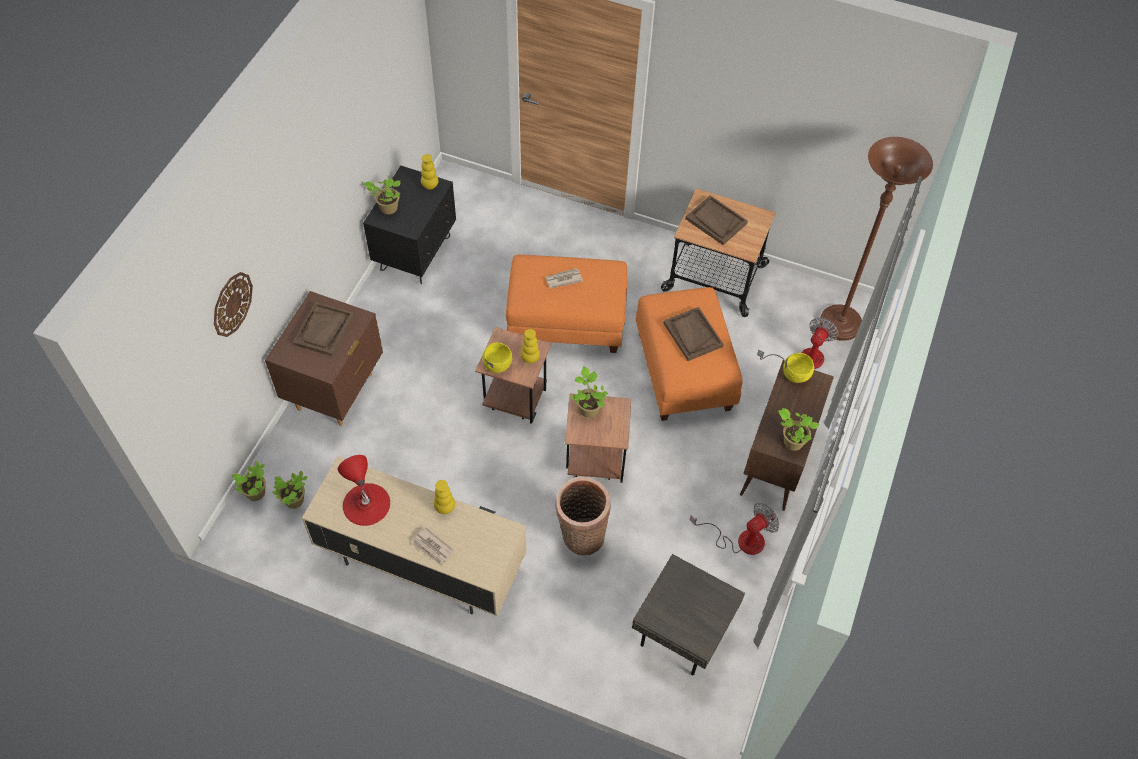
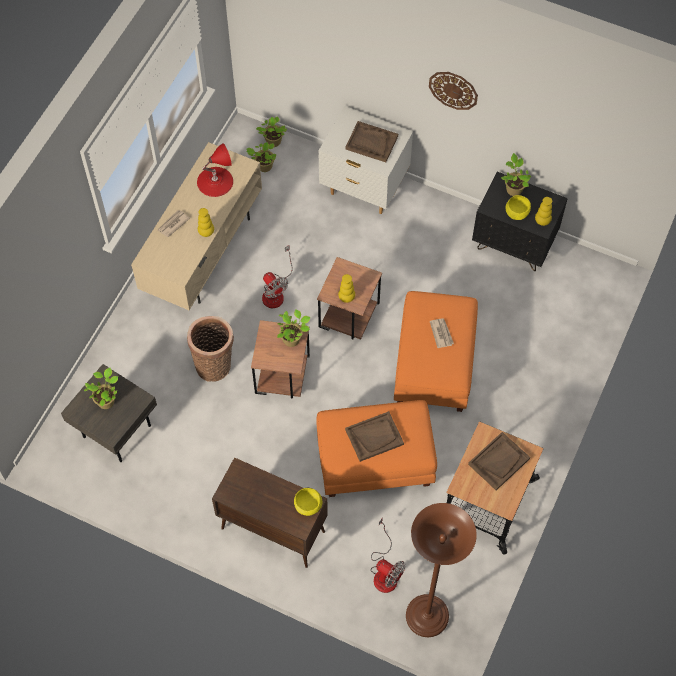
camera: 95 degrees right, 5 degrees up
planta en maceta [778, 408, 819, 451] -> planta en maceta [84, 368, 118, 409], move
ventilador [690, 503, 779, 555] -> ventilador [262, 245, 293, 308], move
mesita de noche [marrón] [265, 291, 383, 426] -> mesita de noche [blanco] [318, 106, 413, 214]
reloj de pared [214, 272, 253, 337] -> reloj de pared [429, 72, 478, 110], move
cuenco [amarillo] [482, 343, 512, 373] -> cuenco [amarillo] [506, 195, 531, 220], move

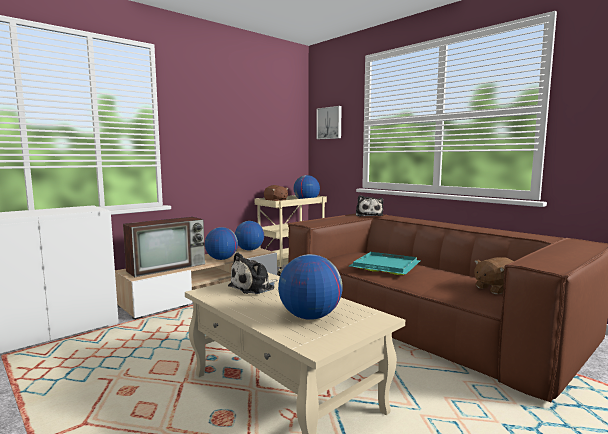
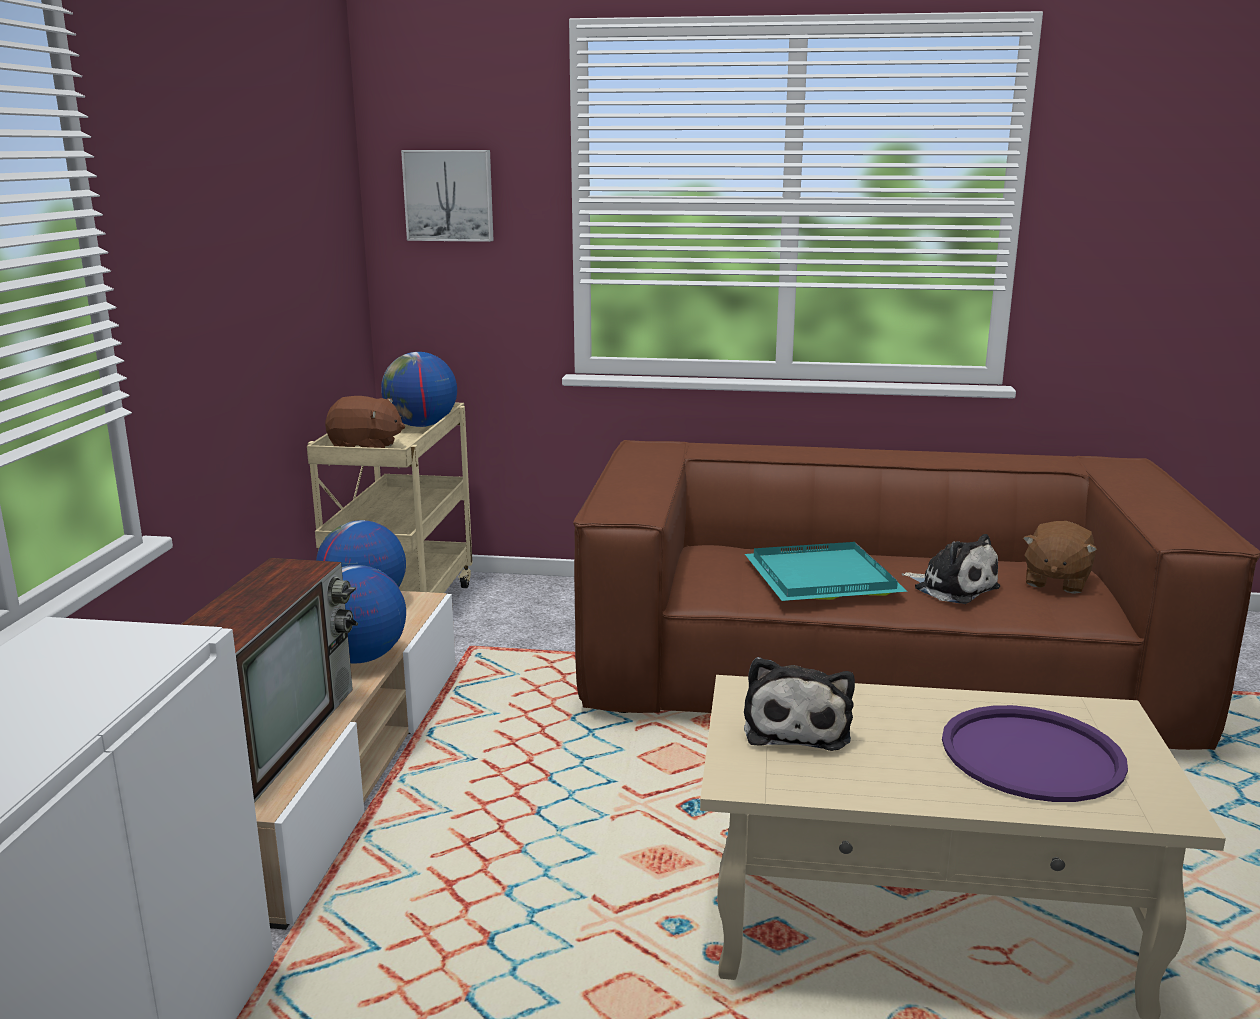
camera: 40 degrees left, 10 degrees up
peluche [356, 195, 383, 216] -> peluche [902, 534, 1000, 604], move
globo terráqueo [278, 254, 343, 320] -> bandeja [morado] [942, 705, 1128, 802]

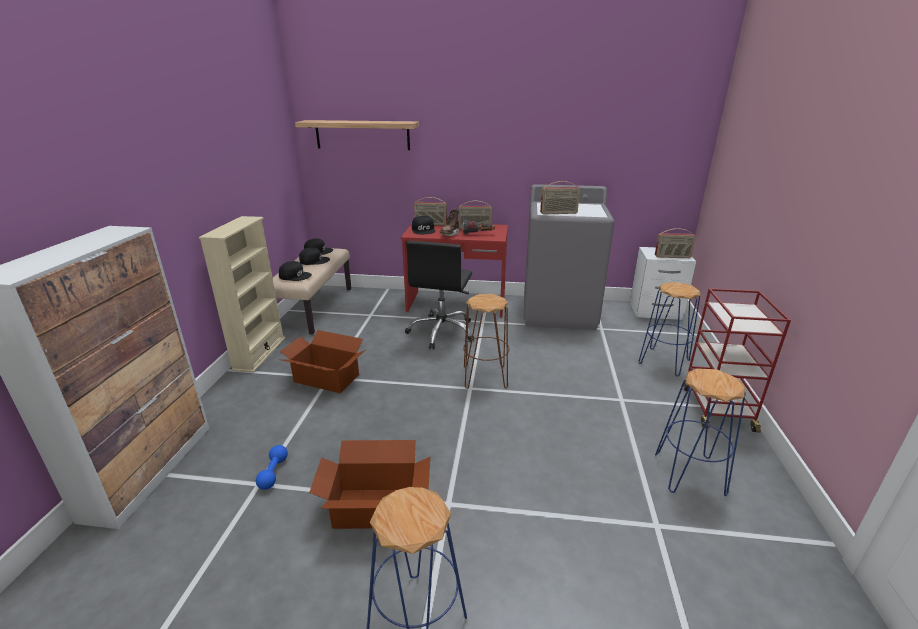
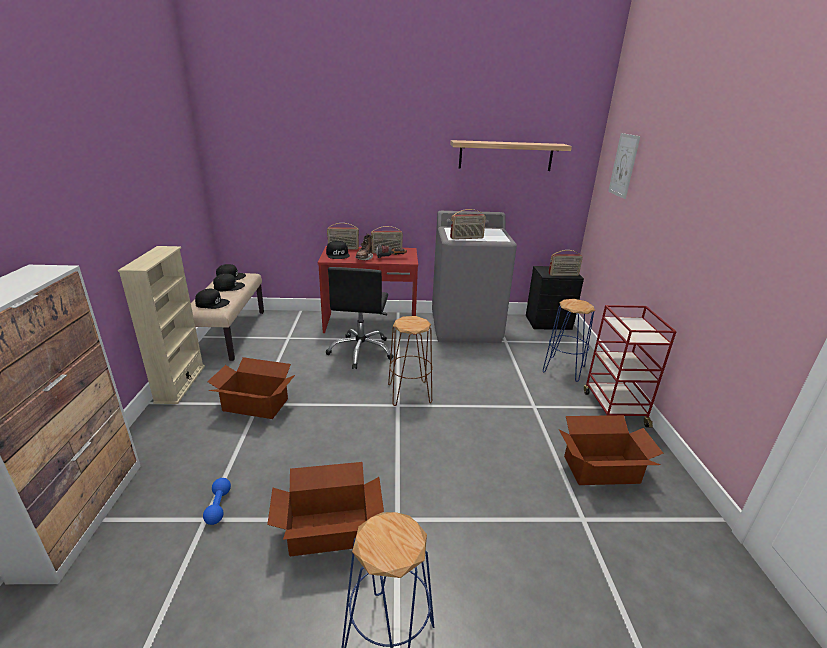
camera: 10 degrees left, 0 degrees up
estante [295, 120, 419, 150] -> estante [450, 140, 572, 171], move
mesita de noche [blanco] [630, 247, 696, 320] -> mesita de noche [negro] [526, 266, 584, 330]
taburete [azul] [655, 368, 746, 496] -> caja de cartón [559, 415, 663, 485]
none -> cuadro [608, 133, 640, 199]

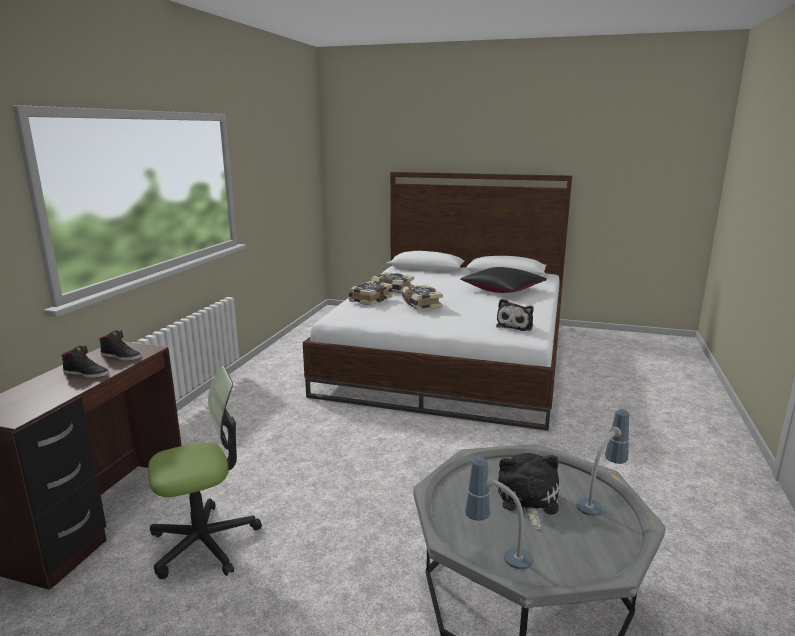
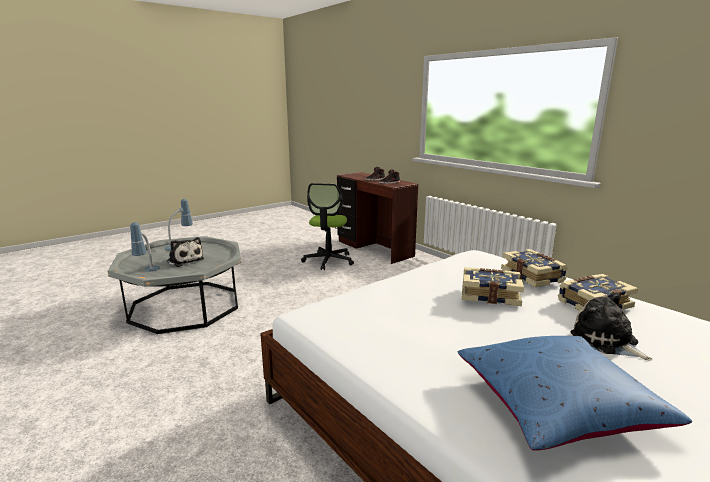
camera: 125 degrees right, 0 degrees up
cojín [negro] [461, 267, 547, 293] -> cojín [azul] [458, 336, 692, 451]
peluche [496, 299, 534, 331] -> peluche [570, 293, 653, 361], move

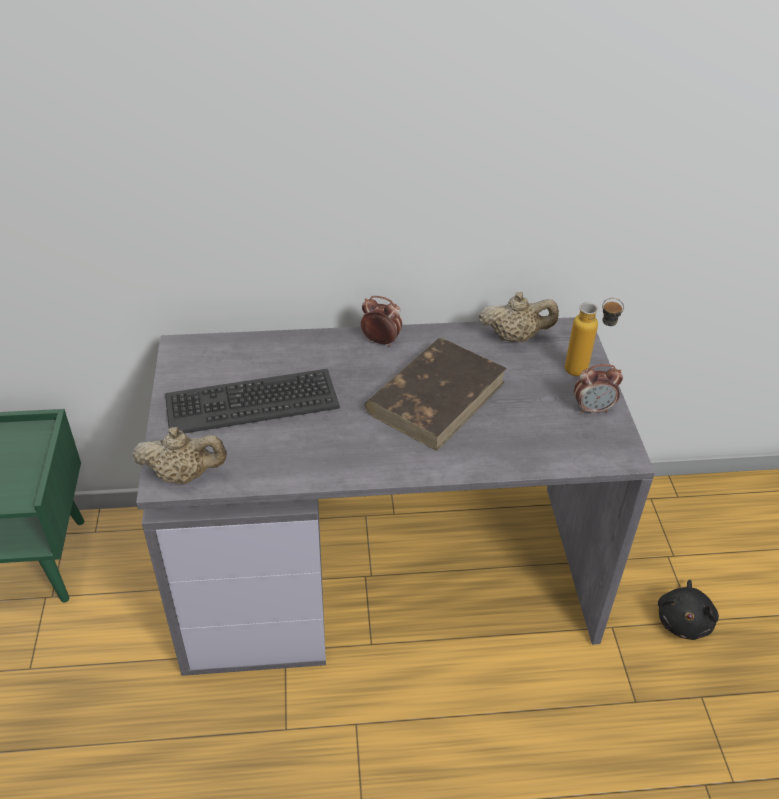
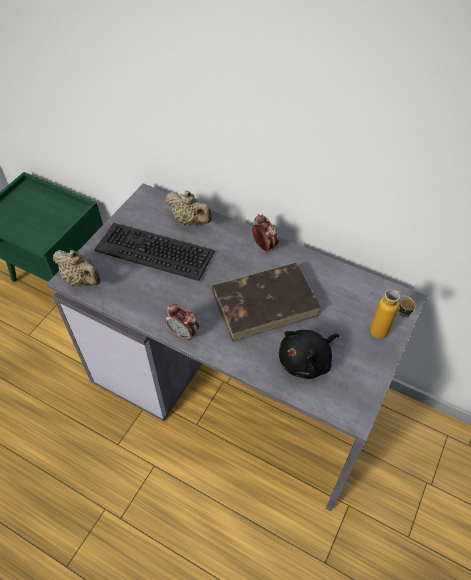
camera: 35 degrees right, 10 degrees up
tetera [beis] [479, 292, 559, 342] -> tetera [beis] [165, 190, 212, 226], move
despertador [574, 364, 623, 414] -> despertador [165, 304, 199, 341], move
peluche [negro] [658, 580, 719, 640] -> peluche [negro] [279, 330, 339, 379], move

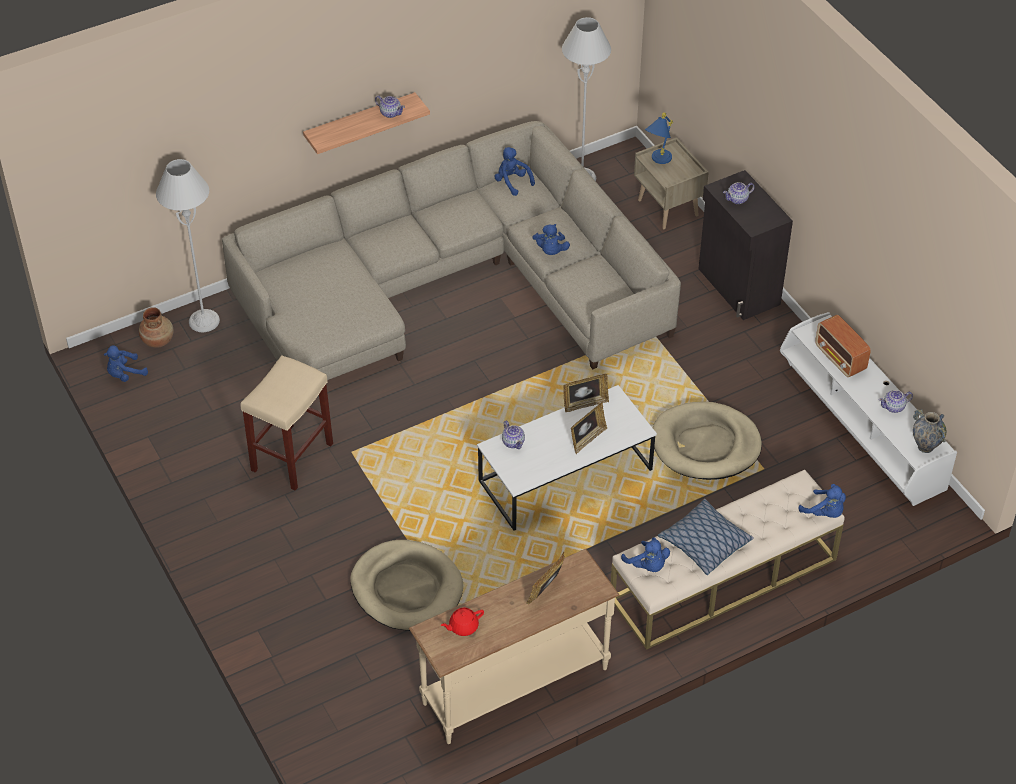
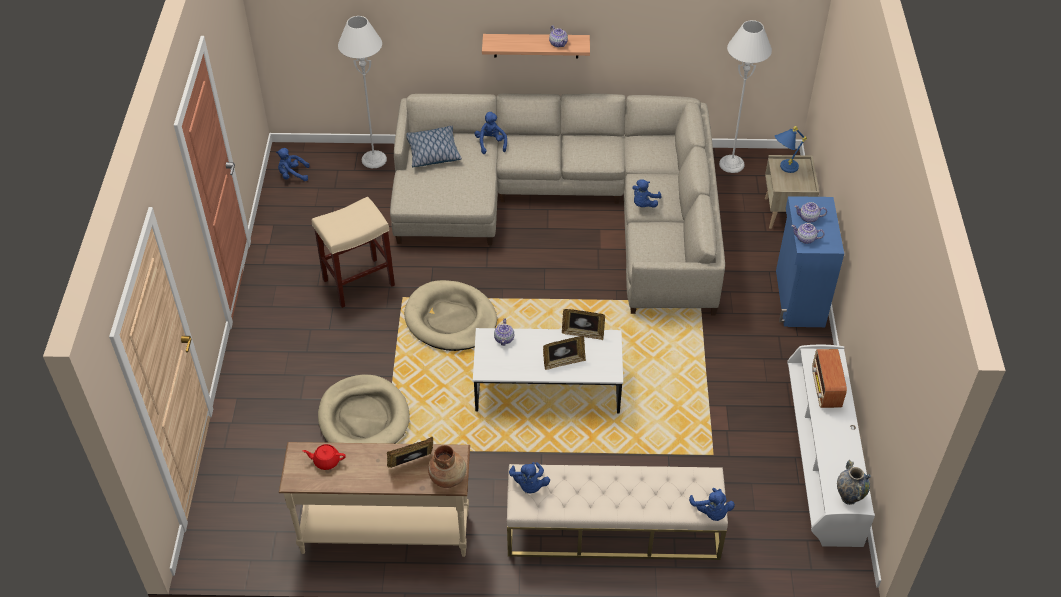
camera: 30 degrees right, 0 degrees up
cama para perro [beis] [653, 402, 762, 480] -> cama para perro [beis] [404, 280, 497, 351], move
cojín [657, 498, 754, 575] -> cojín [406, 126, 462, 167], move
florero [marrón] [139, 307, 174, 348] -> florero [marrón] [428, 445, 466, 488], move
peluche [azul] [494, 147, 535, 196] -> peluche [azul] [474, 112, 507, 154], move
armario [negro] [698, 170, 793, 320] -> armario [azul] [776, 196, 844, 327]
tetera [879, 390, 913, 413] -> tetera [791, 223, 824, 244], move

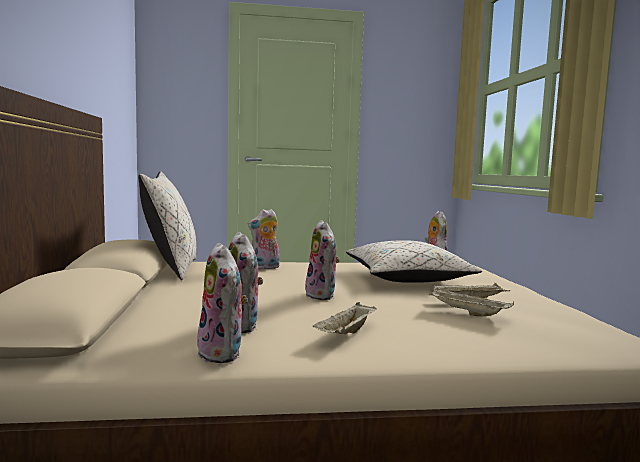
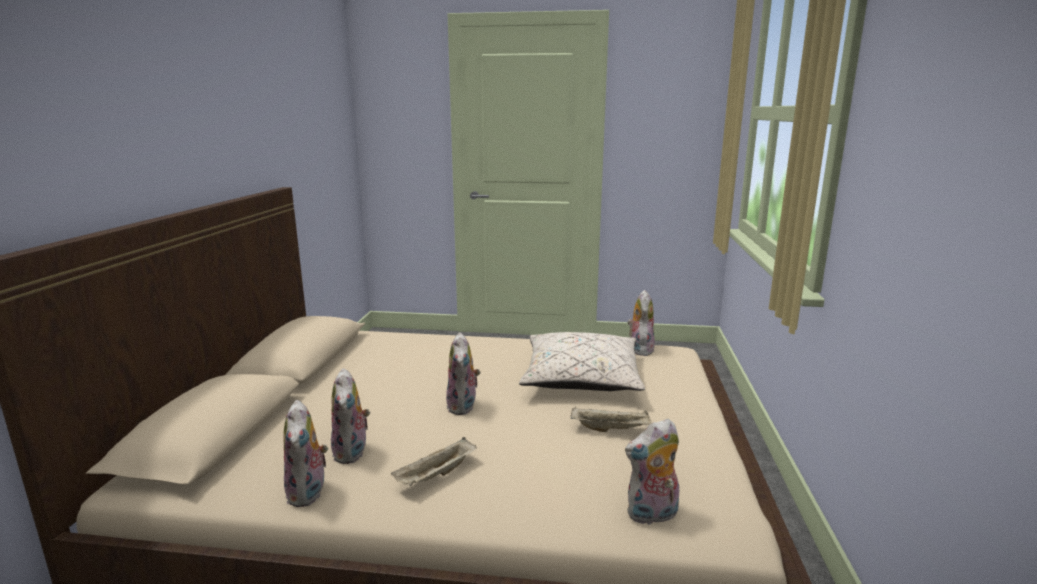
camera: 15 degrees right, 10 degrees up
peluche [248, 209, 280, 270] -> peluche [625, 418, 679, 525], move
cojín [beis] [138, 172, 196, 280] -> none
bandeja [beis] [429, 288, 514, 316] -> none

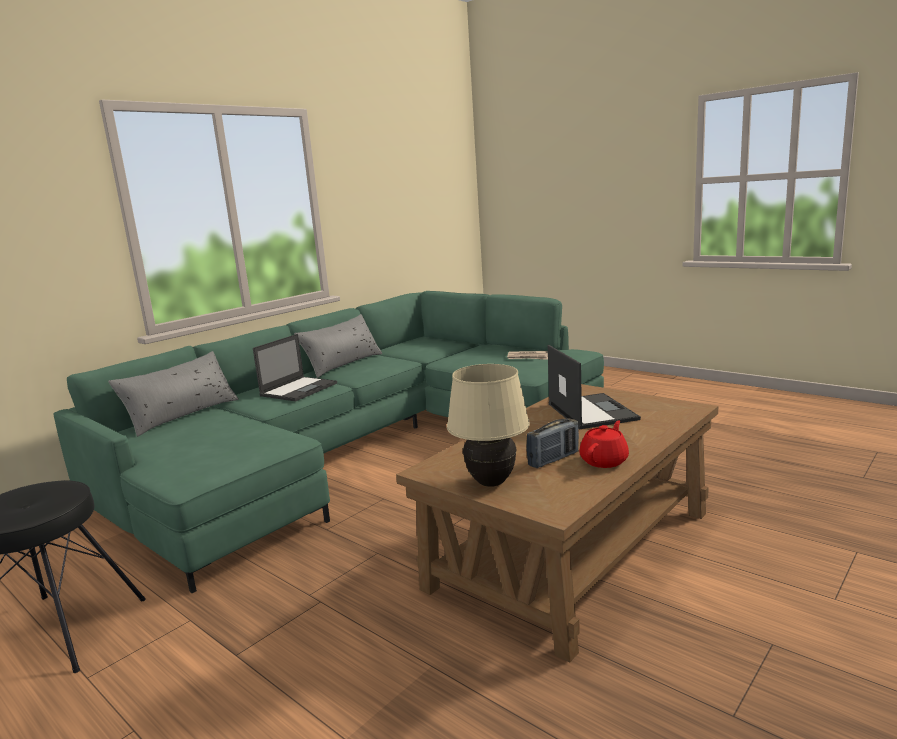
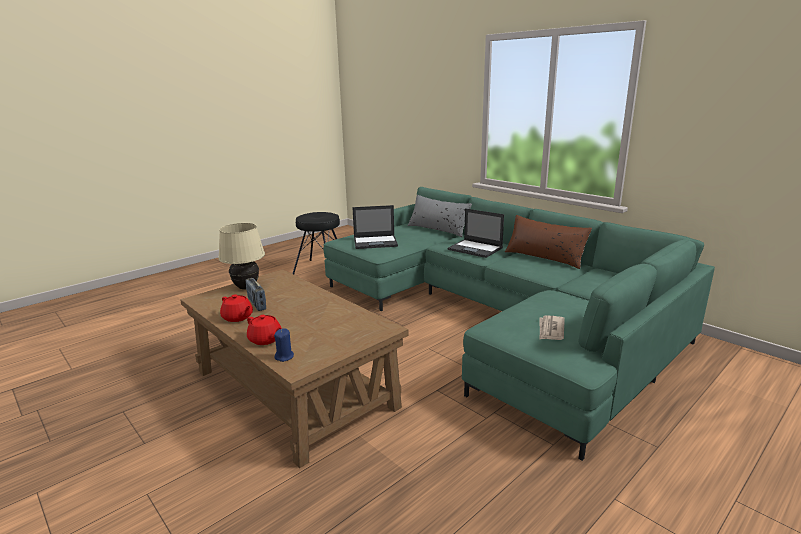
camera: 95 degrees right, 5 degrees up
none -> tetera [rojo] [247, 315, 282, 345]
none -> vela [azul] [274, 328, 294, 362]
portátil [548, 345, 641, 429] -> portátil [352, 205, 398, 249], move
cojín [gris] [294, 314, 382, 378] -> cojín [marrón] [505, 215, 592, 269]

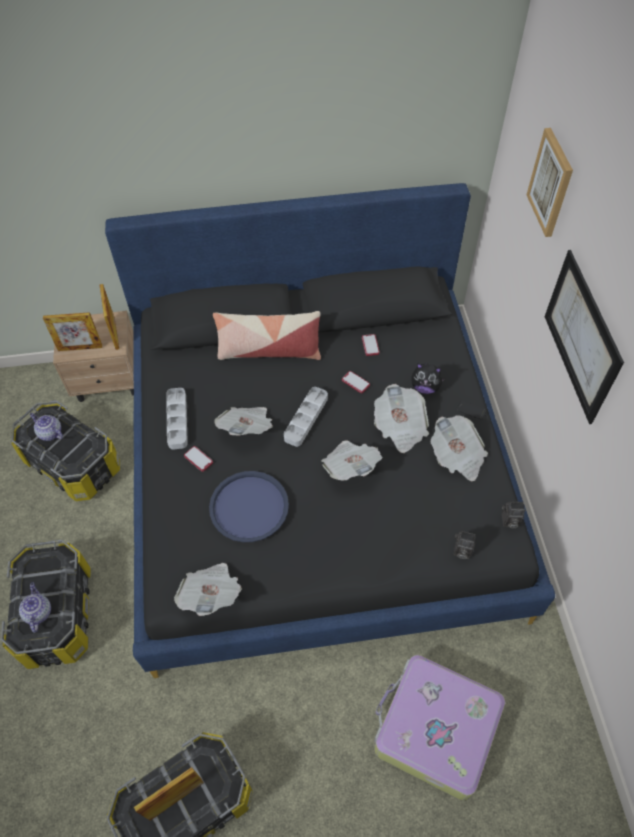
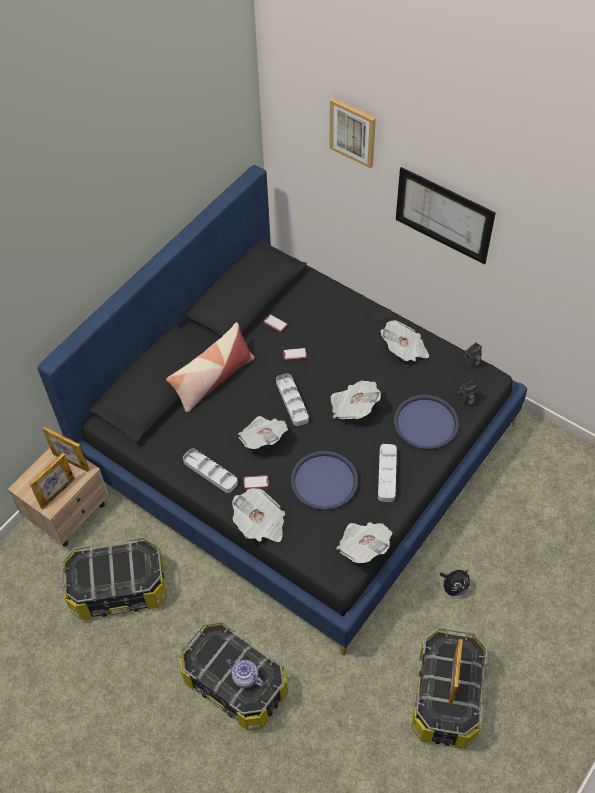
camera: 45 degrees left, 0 degrees up
periódico [374, 384, 429, 453] -> periódico [232, 488, 285, 542], move
none -> bandeja [gris] [378, 444, 397, 502]
none -> bandeja [azul] [394, 395, 459, 450]
peluche [411, 364, 446, 394] -> peluche [440, 570, 470, 596], move
tetera [30, 413, 63, 441] -> none
maleta [374, 655, 505, 800] -> none

